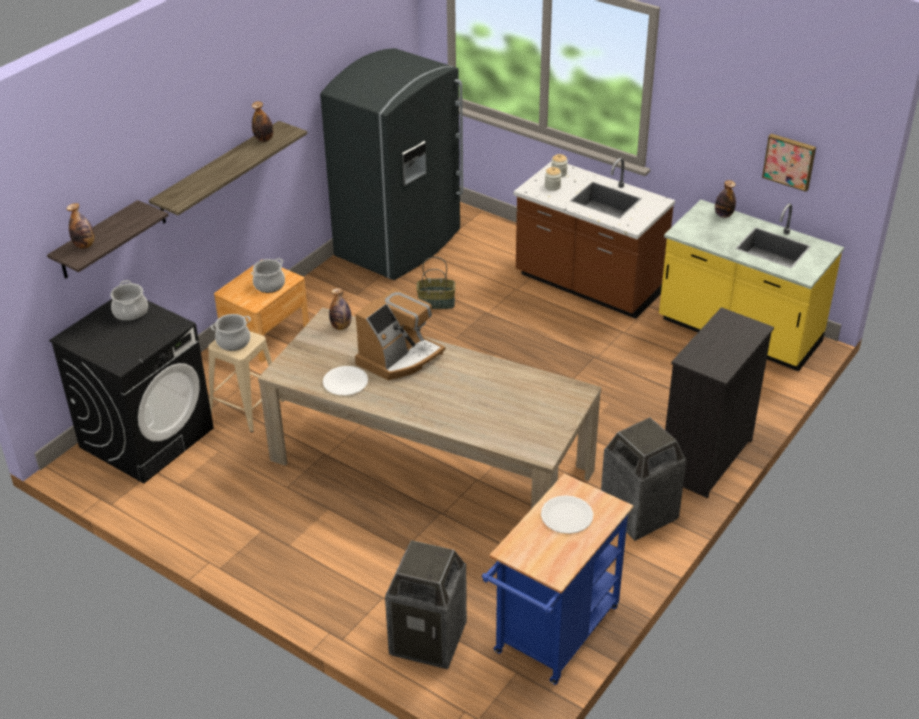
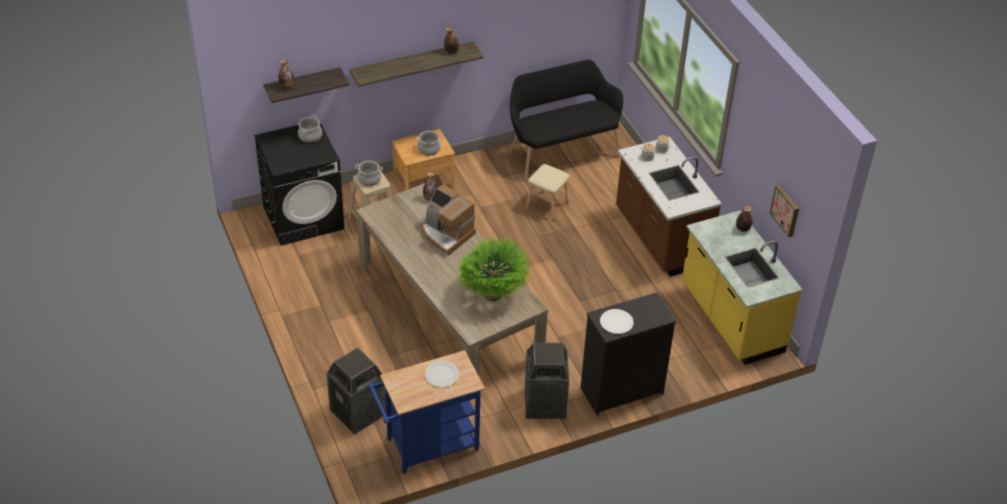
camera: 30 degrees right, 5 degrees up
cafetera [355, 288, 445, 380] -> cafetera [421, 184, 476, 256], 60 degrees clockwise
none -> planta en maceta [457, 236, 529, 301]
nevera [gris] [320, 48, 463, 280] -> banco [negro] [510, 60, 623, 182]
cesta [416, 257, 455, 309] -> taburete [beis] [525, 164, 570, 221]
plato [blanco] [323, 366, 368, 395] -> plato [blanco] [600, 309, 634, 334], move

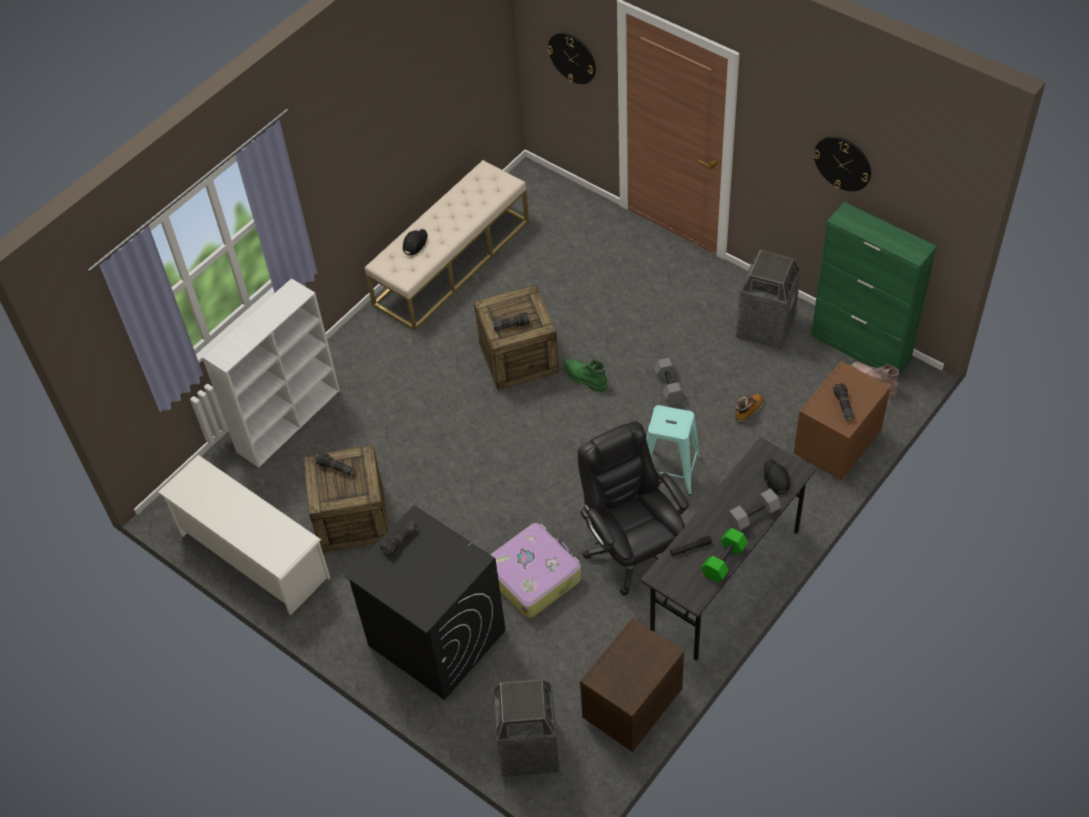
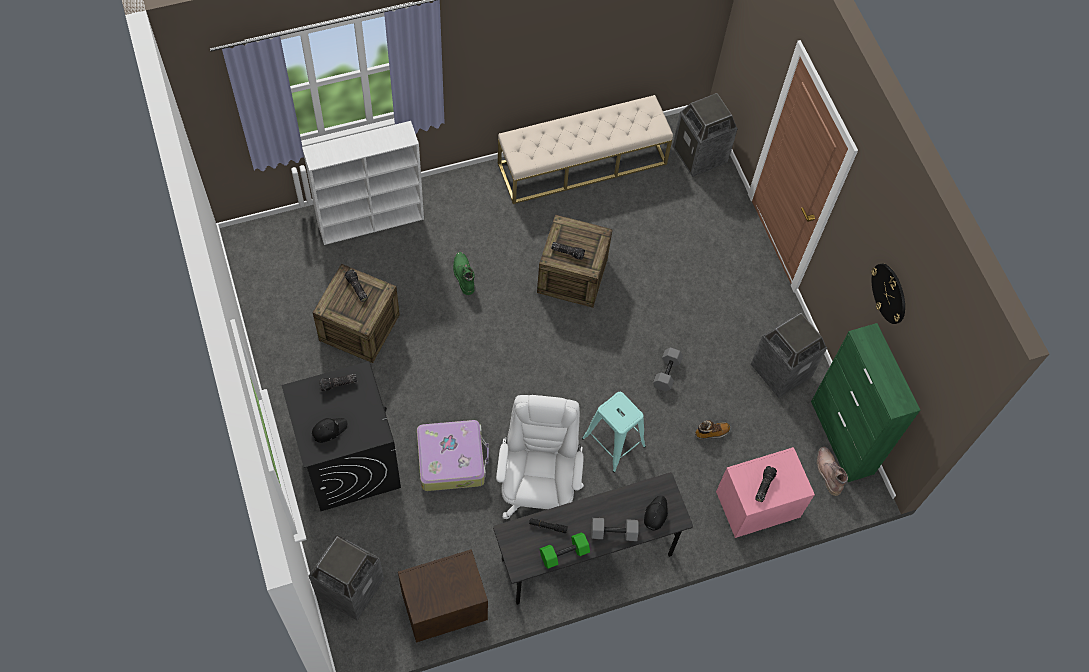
camera: 25 degrees right, 10 degrees up
gorra [negro] [403, 229, 428, 255] -> gorra [negro] [312, 418, 347, 443], move
bota [verde] [563, 358, 607, 392] -> bota [verde] [453, 252, 475, 295], move
silla de oficina [negro] [578, 421, 689, 596] -> silla de oficina [blanco] [496, 395, 584, 519]
none -> papelera [673, 93, 738, 177]
mesita de noche [marrón] [794, 361, 891, 480] -> mesita de noche [rosa] [716, 447, 815, 538]
zapatero [blanco] [158, 455, 330, 615] -> none
reloj de pared [547, 32, 596, 84] -> none

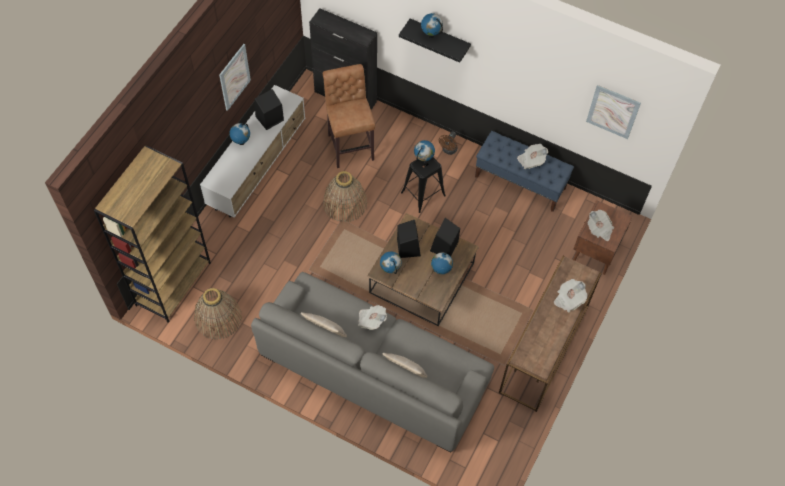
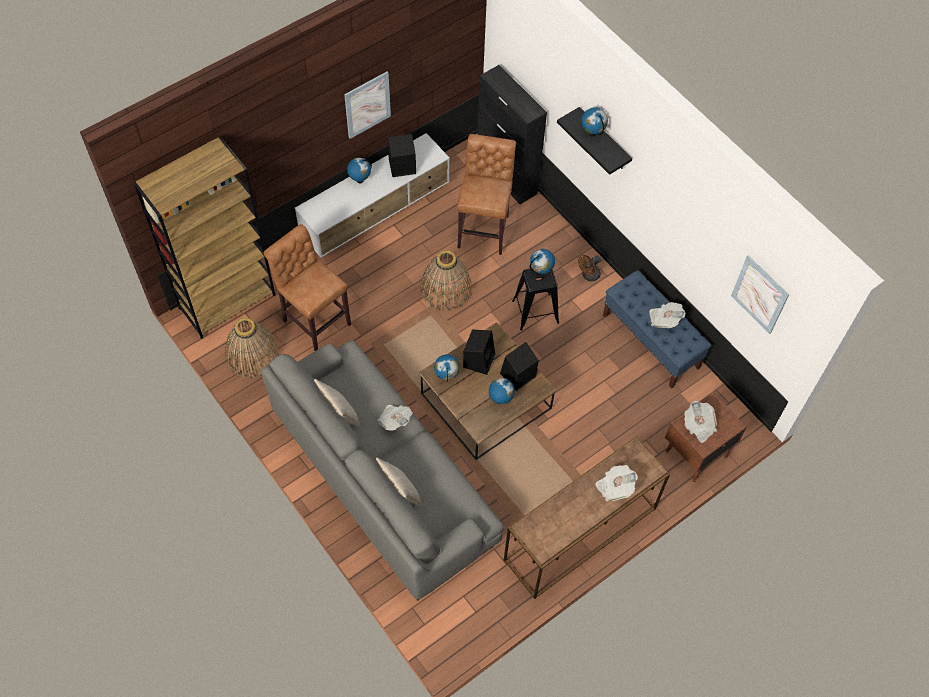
camera: 25 degrees right, 0 degrees up
none -> taburete [marrón] [264, 224, 351, 351]

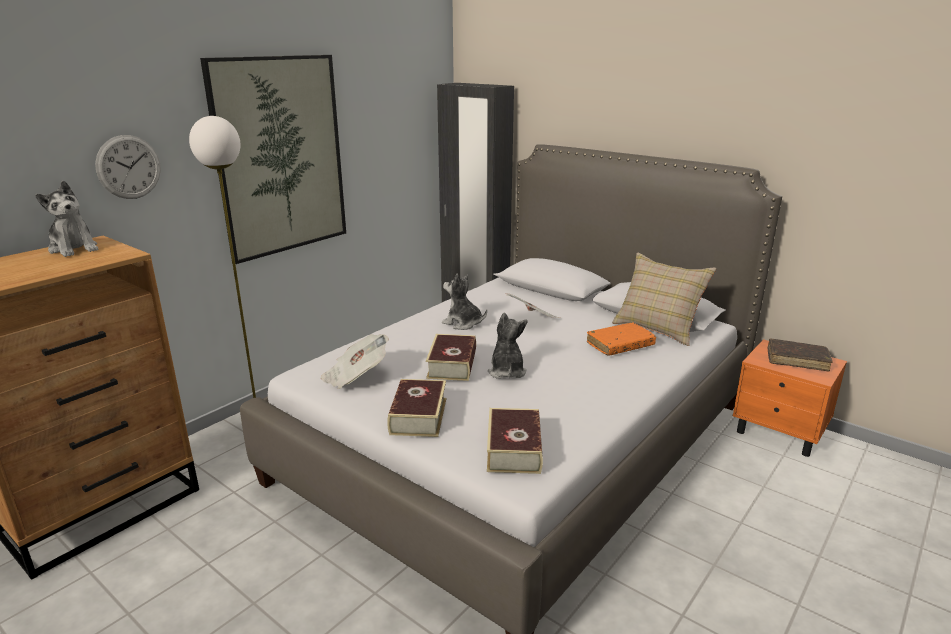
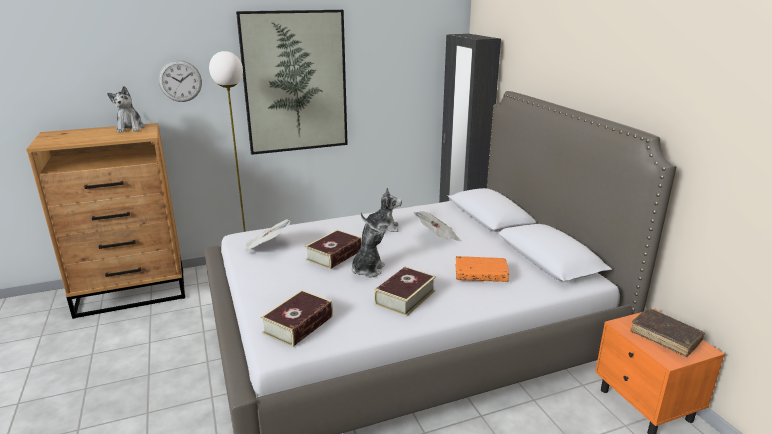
camera: 30 degrees right, 0 degrees up
peluche [442, 274, 487, 330] -> peluche [361, 187, 402, 233], 120 degrees clockwise
libro [387, 379, 446, 437] -> libro [374, 267, 436, 316], move
cojín [beis] [612, 252, 716, 346] -> none

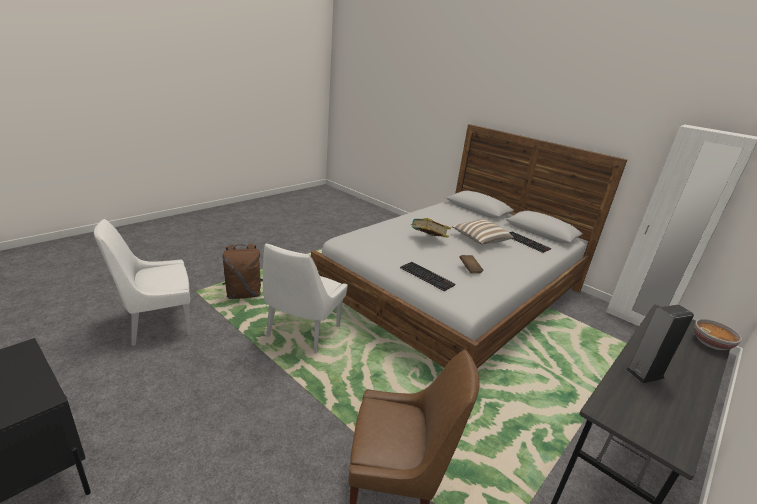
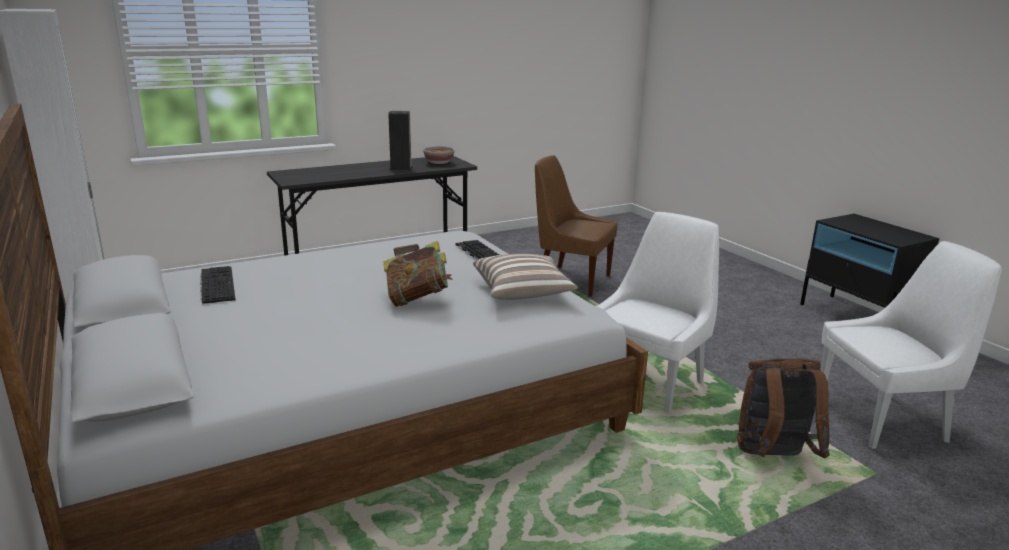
camera: 160 degrees left, 5 degrees down
cuenco [694, 319, 742, 350] -> cuenco [423, 146, 455, 164], move
cojín [452, 219, 514, 245] -> cojín [473, 254, 578, 300], move

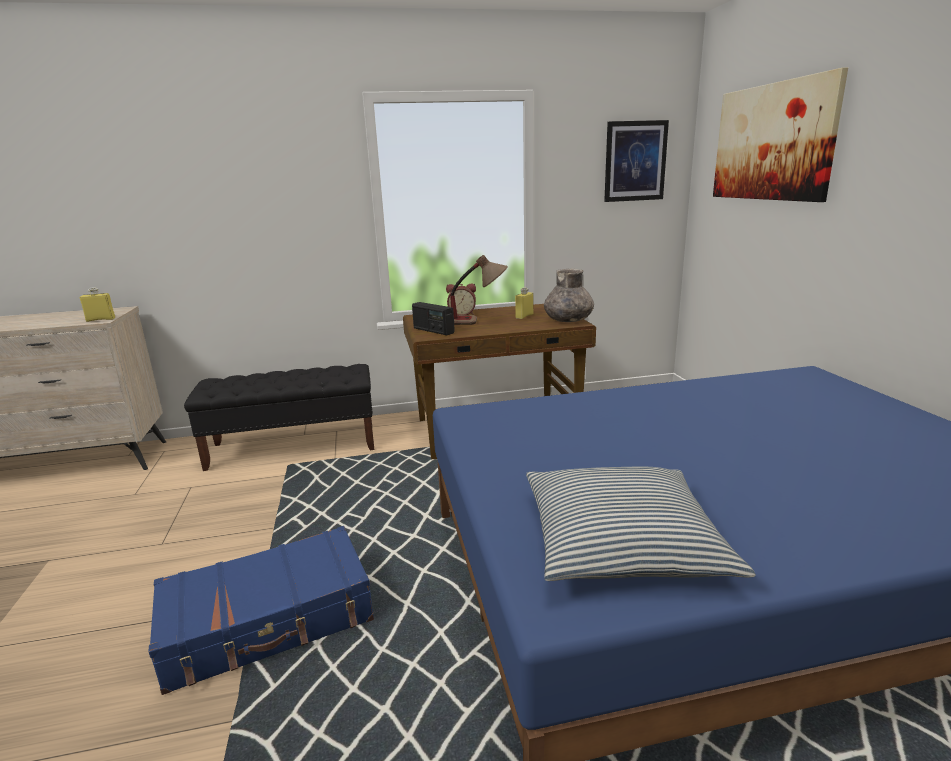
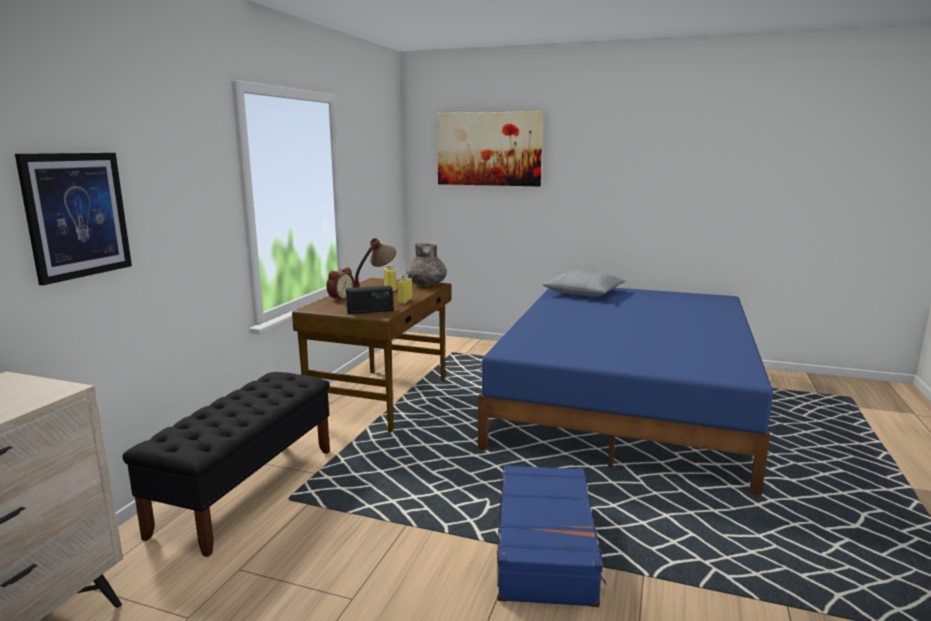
camera: 60 degrees left, 5 degrees down
cuadro [604, 120, 669, 202] -> cuadro [15, 153, 132, 285], move
botella [amarillo] [80, 287, 115, 322] -> botella [amarillo] [397, 274, 413, 304], move
cojín [526, 467, 756, 581] -> cojín [542, 270, 625, 297], move

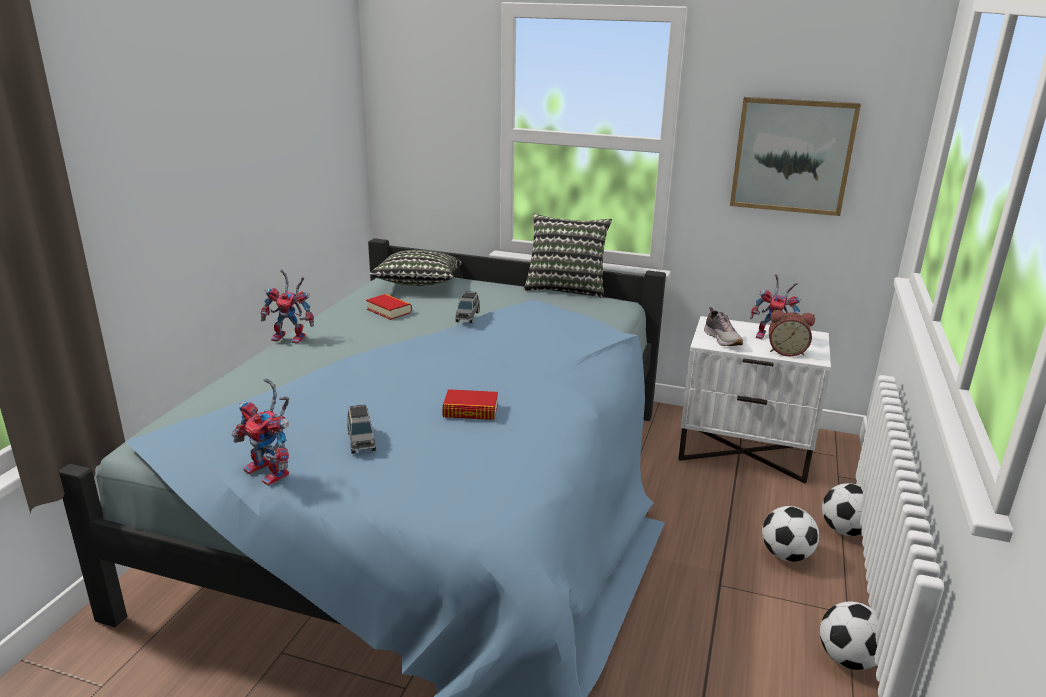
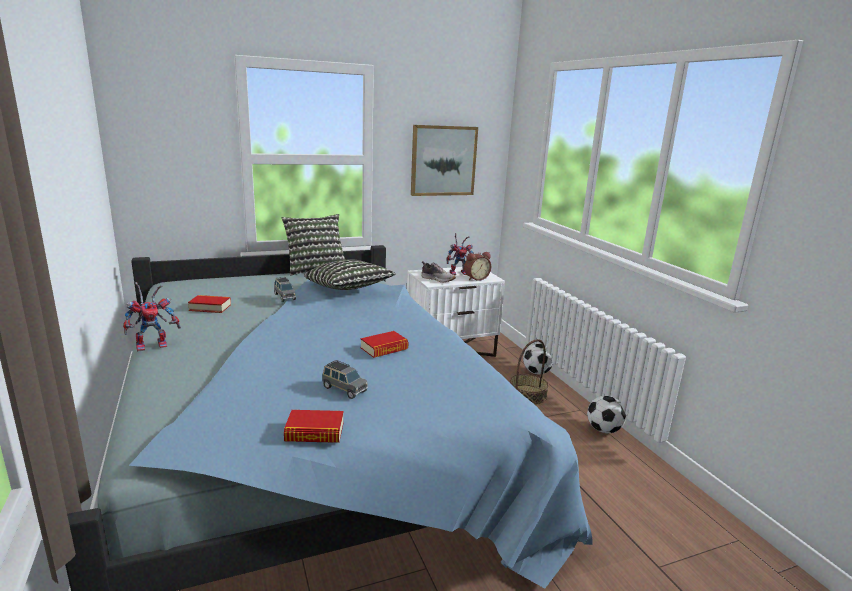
camera: 40 degrees left, 5 degrees down
robot de juguete [232, 378, 289, 486] -> libro [284, 410, 343, 443]
cojín [369, 250, 462, 286] -> cojín [304, 259, 396, 290], move
balón de fútbol [762, 506, 819, 562] -> cesta [510, 339, 549, 404]

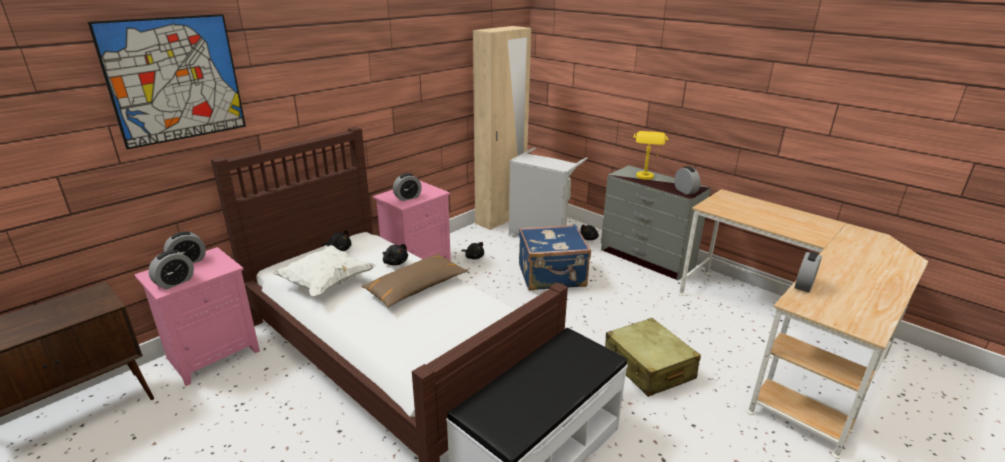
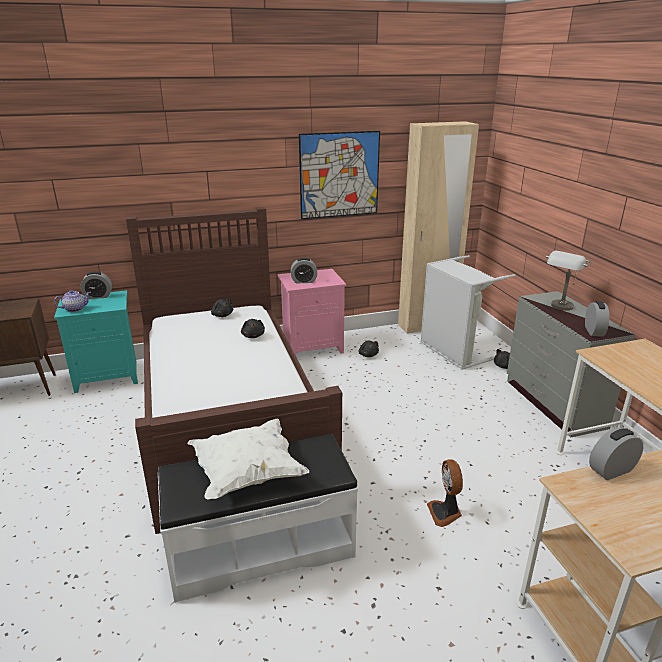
camera: 30 degrees right, 0 degrees up
despertador [148, 250, 194, 290] -> tetera [54, 290, 91, 312]
mesita de noche [rosa] [134, 247, 260, 386] -> mesita de noche [turquesa] [54, 290, 138, 393]
cojín [blanco] [272, 245, 376, 296] -> cojín [blanco] [188, 418, 309, 500], move
cuadro [88, 14, 246, 150] -> cuadro [299, 131, 380, 219], move
maleta [beis] [605, 318, 701, 397] -> ventilador [427, 459, 463, 527]
lámpara de mesa [amarillo] [633, 131, 669, 180] -> lámpara de mesa [gris] [546, 251, 591, 311]
cojín [marrón] [361, 254, 468, 308] -> none
maleta [azul] [519, 224, 591, 291] -> none

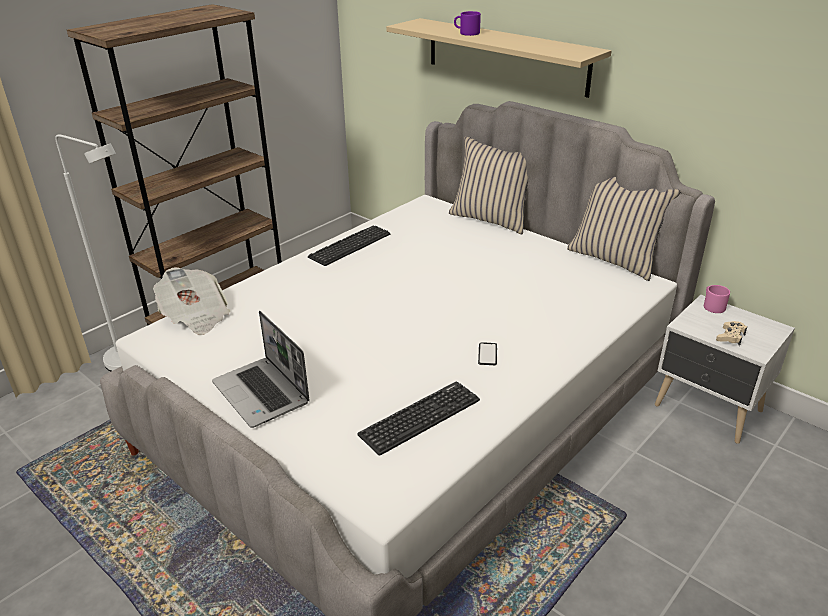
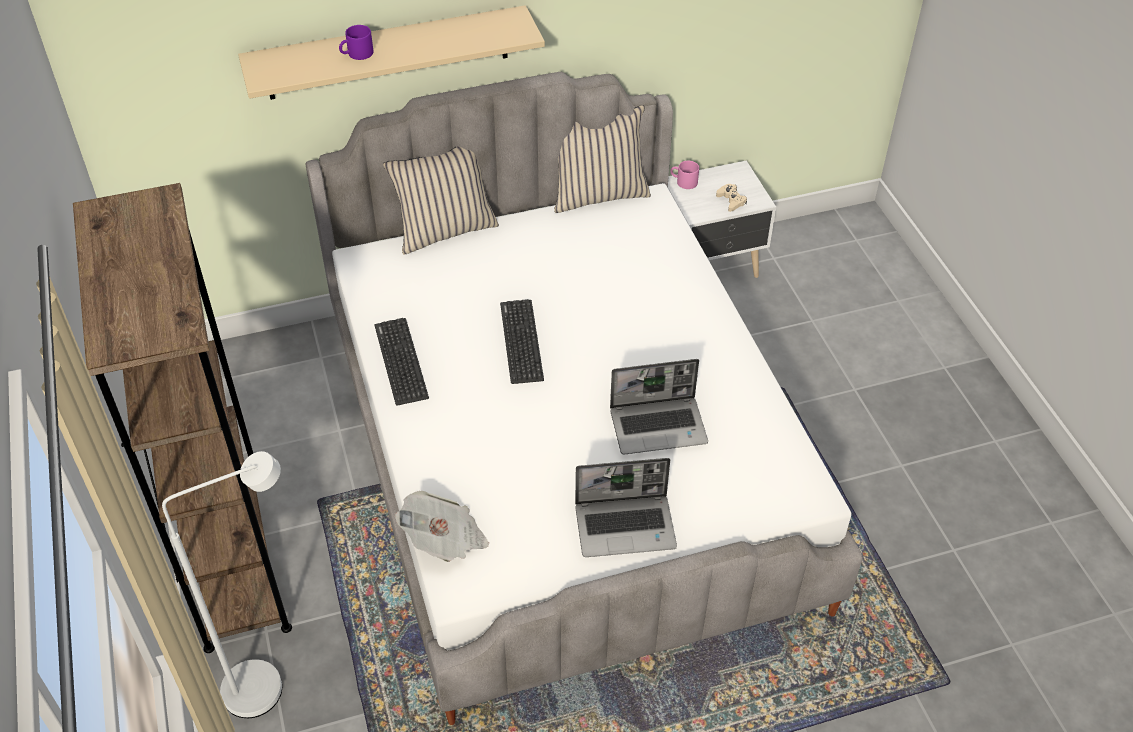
camera: 60 degrees left, 15 degrees up
teclado [357, 381, 480, 456] -> teclado [500, 299, 544, 384], move
none -> portátil [610, 359, 708, 455]
móvil [478, 342, 497, 365] -> none

